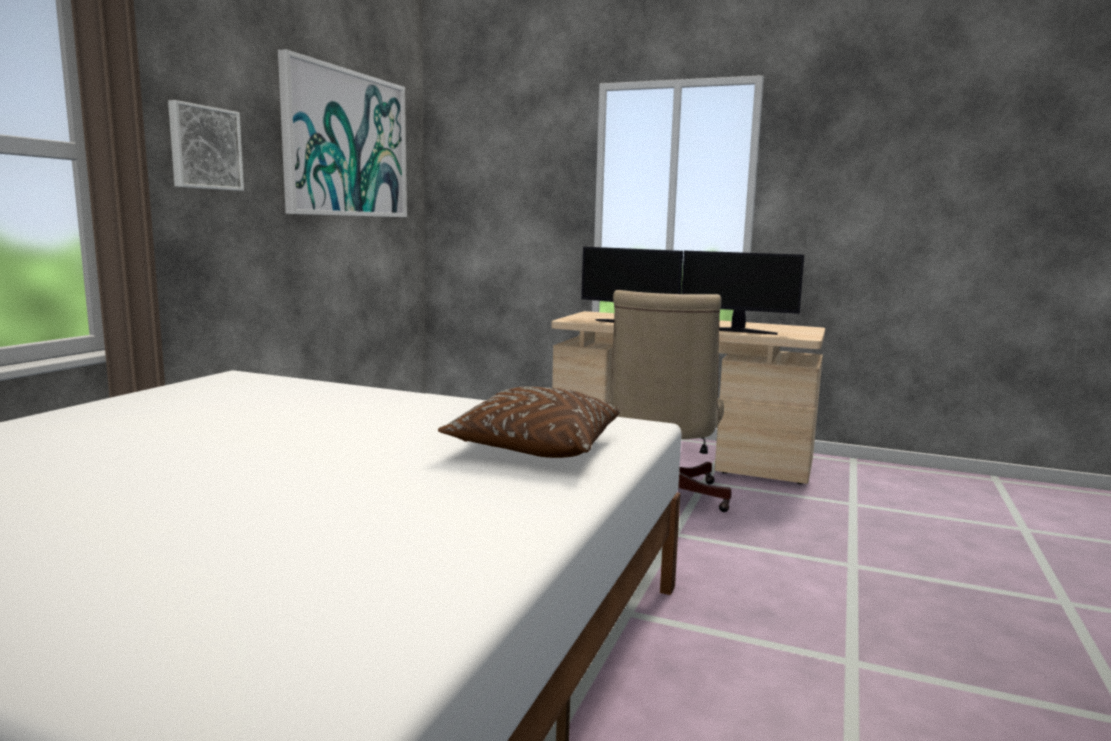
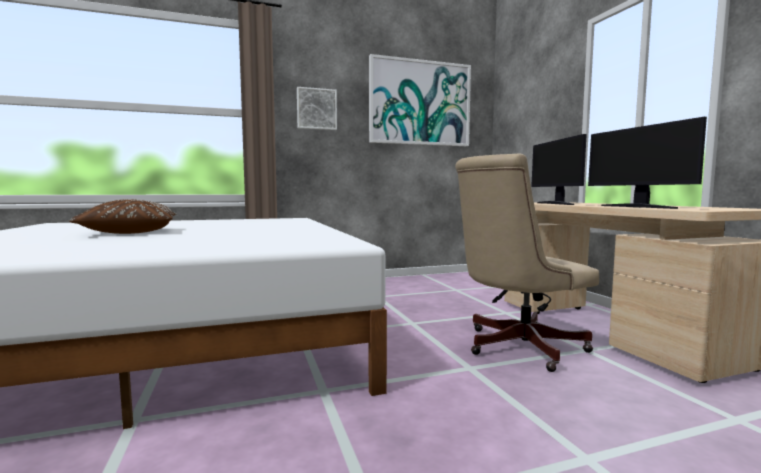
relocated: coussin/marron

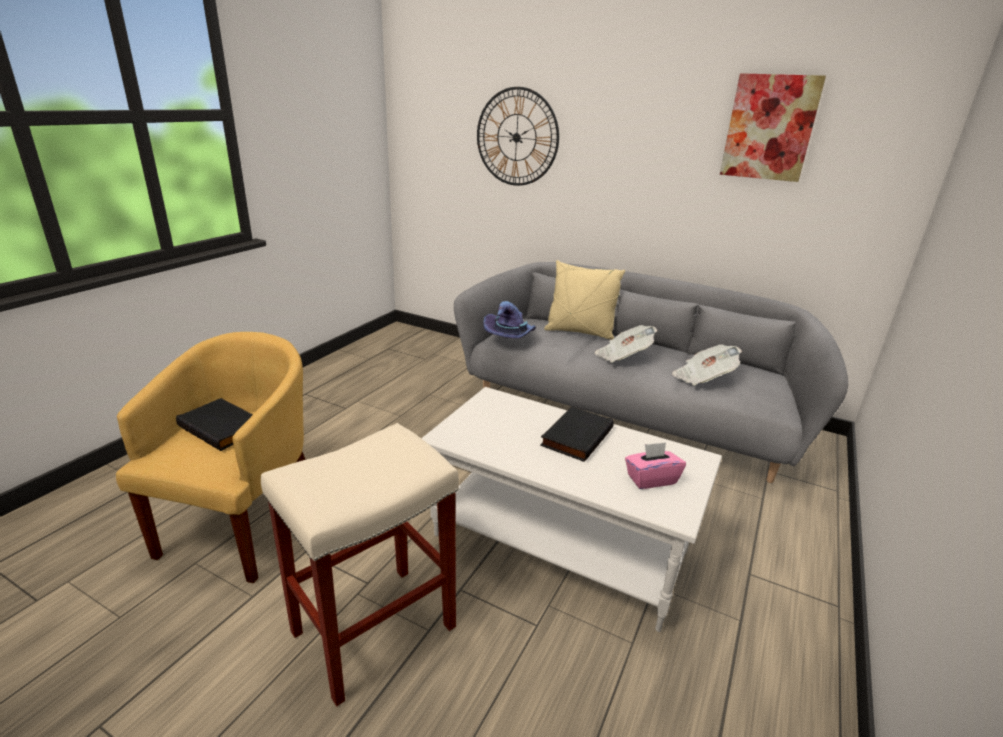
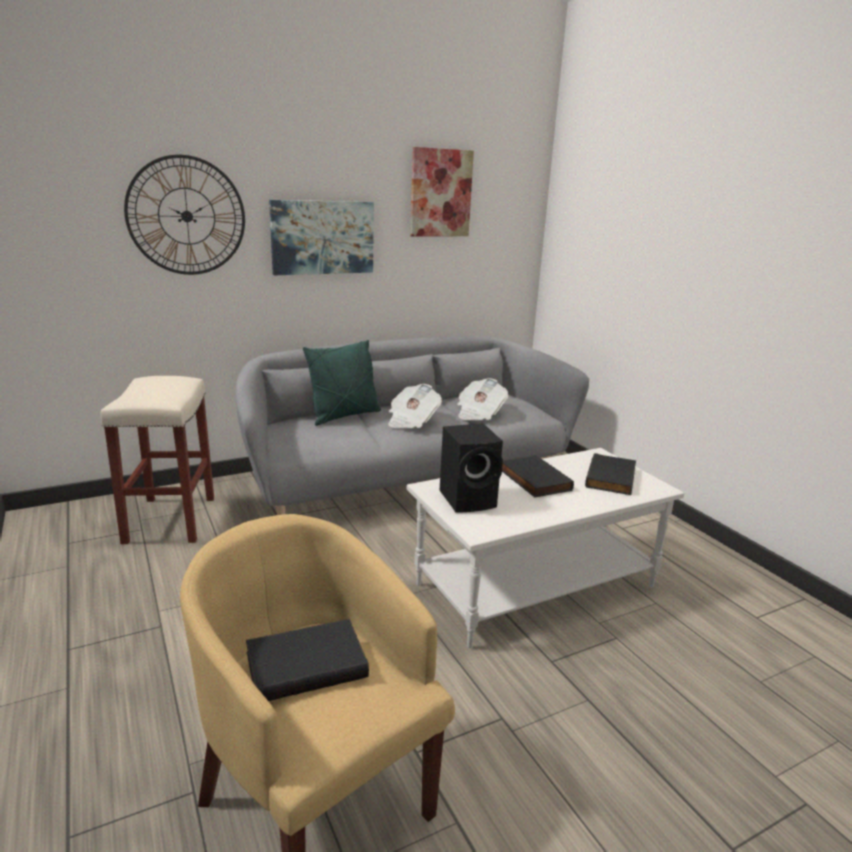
missing: chapeau/violet
appeared: tableau (no. 1 from left); enceinte/noir
relocated: tabouret/beige
exchanged: boîte à mouchoirs/rose to livre/noir (no. 3 from left)
colour: coussin/beige to coussin/vert

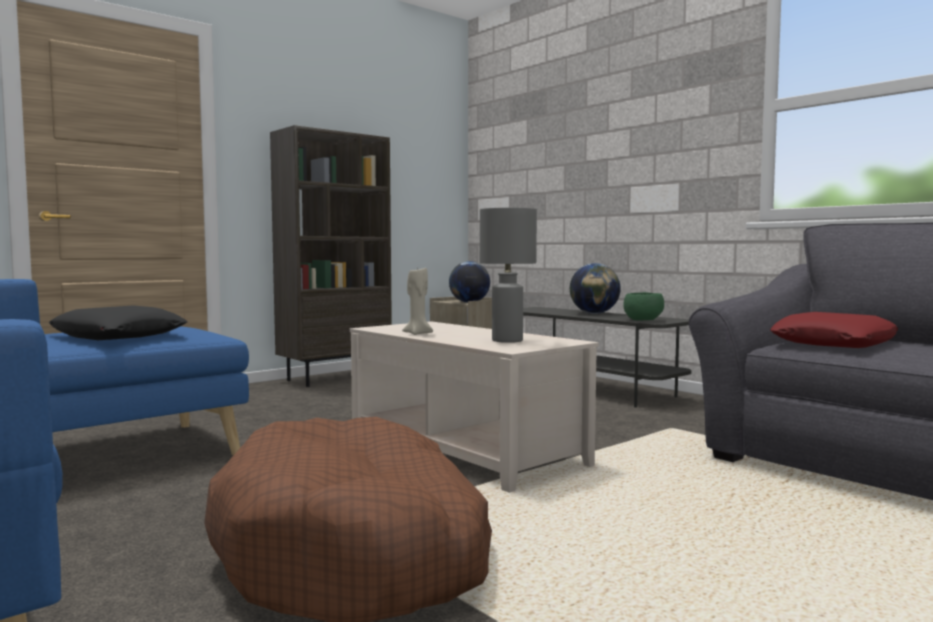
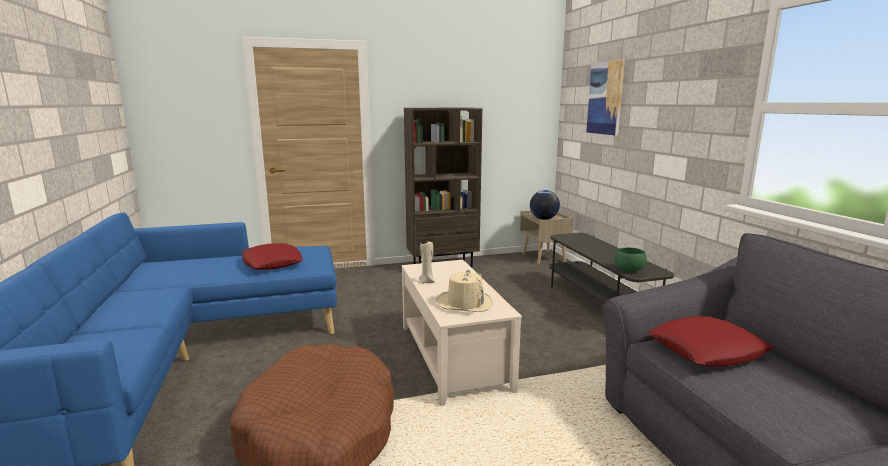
missing: globe (no. 2 from left)
appeared: tableau
exchanged: lampe de table/gris to chapeau/beige
colour: coussin/noir to coussin/rouge (no. 1 from left)

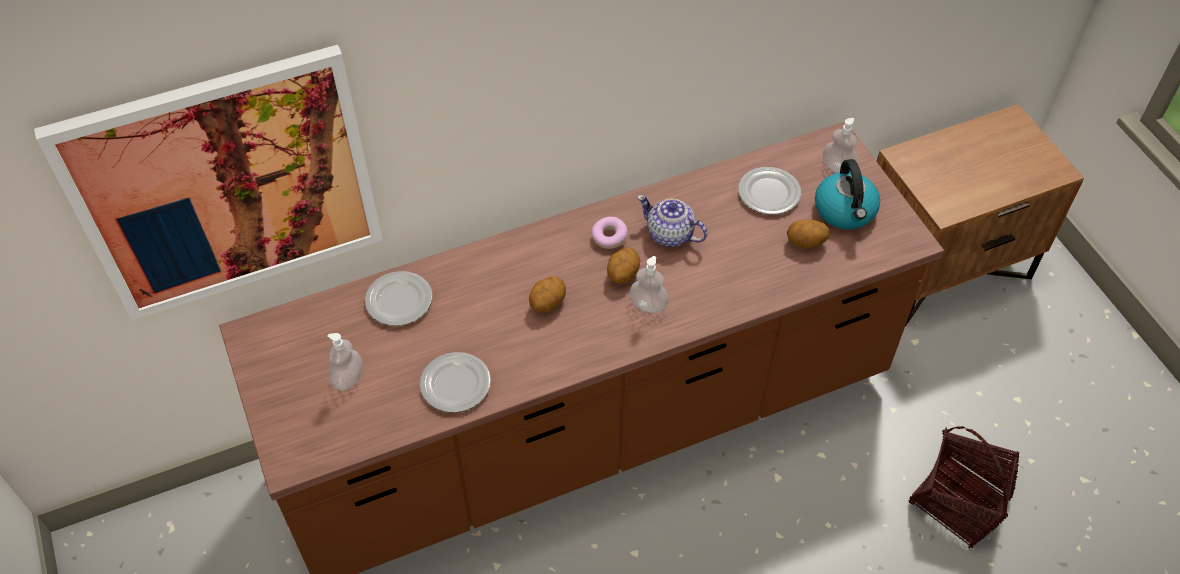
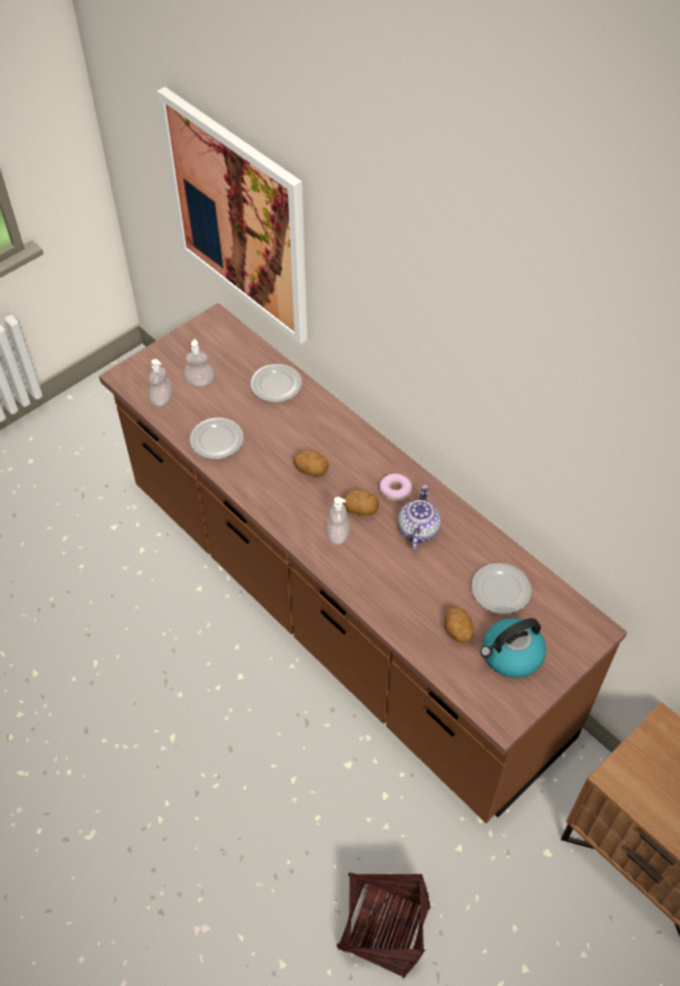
relocated: distributeur de savon (no. 3 from left in the first image) to distributeur de savon (no. 1 from left)

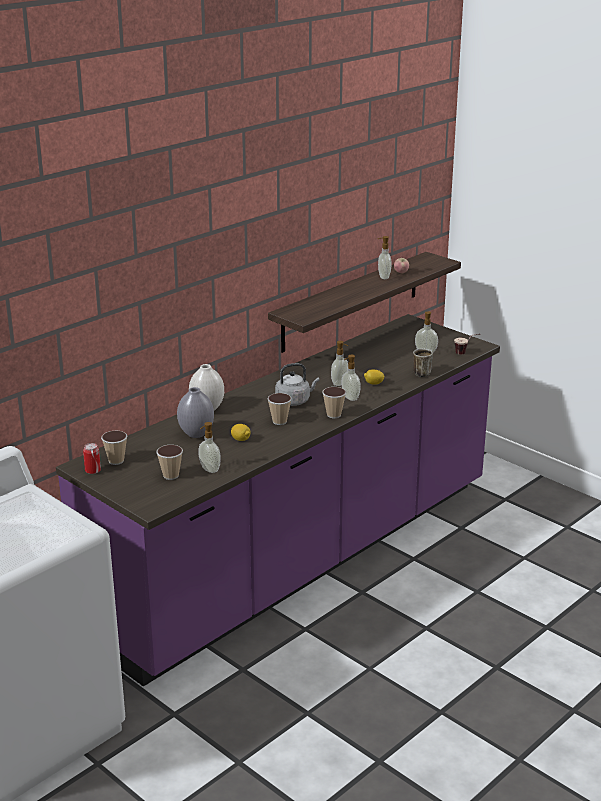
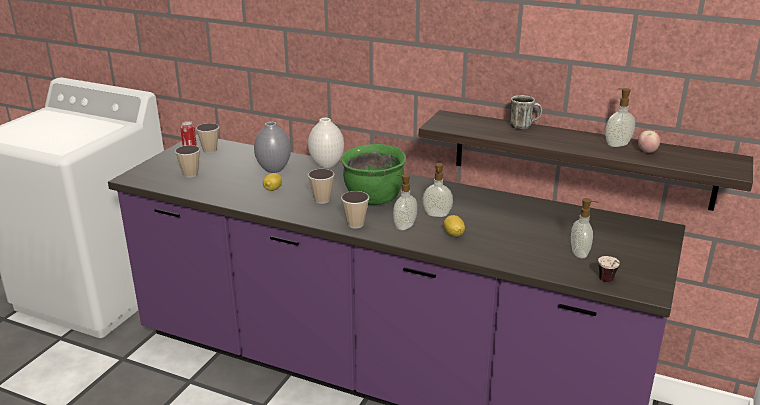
missing: distributeur de savon (no. 1 from left)
relocated: mug
exchanged: bouilloire/gris to marmite/vert

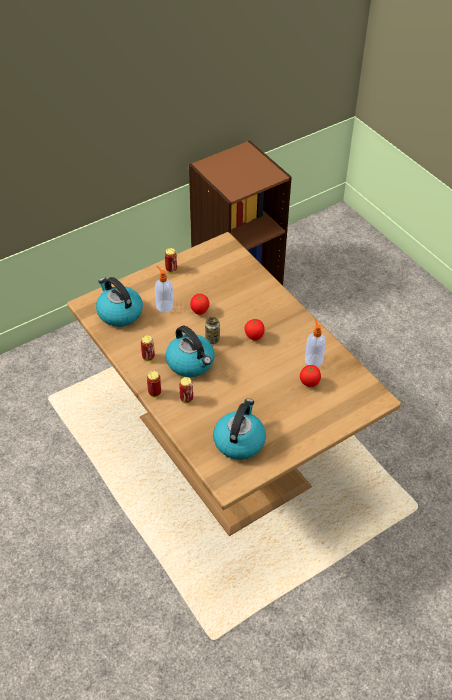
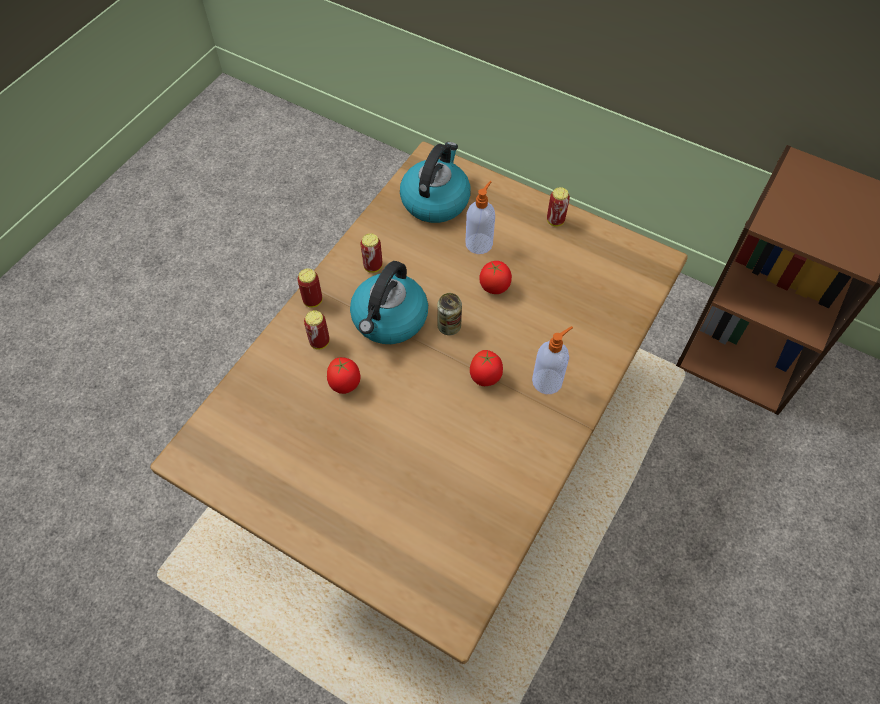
missing: bouilloire (no. 3 from left)
relocated: tomate (no. 3 from left in the first image) to tomate (no. 1 from left); distributeur de savon (no. 2 from left)

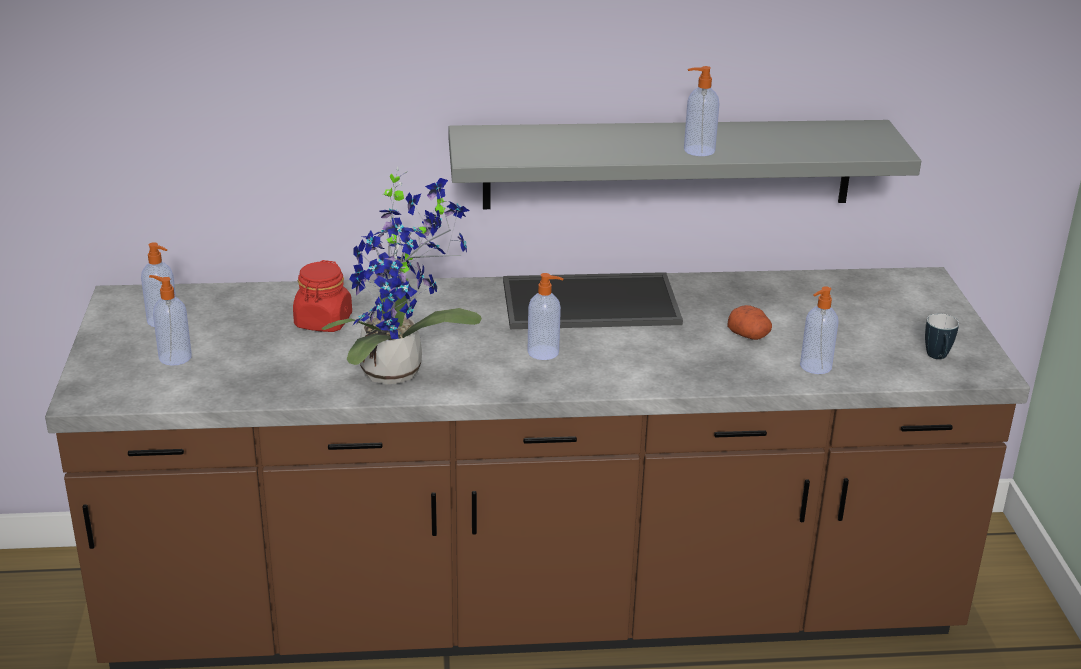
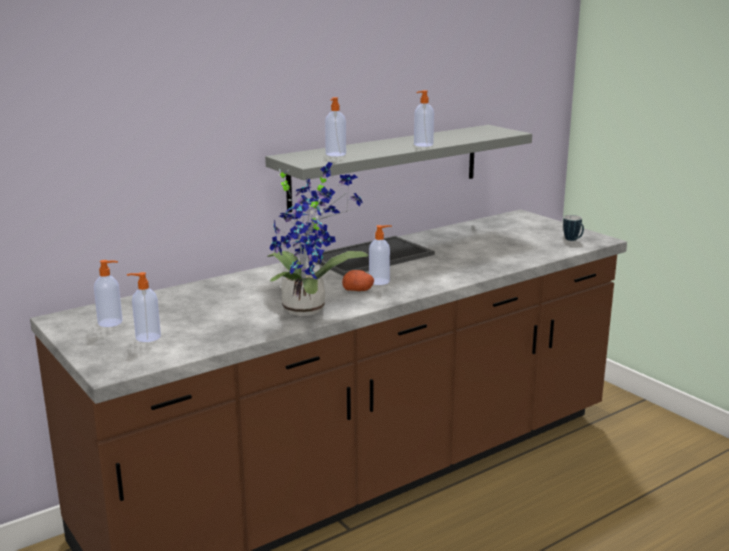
missing: bocal/rouge
relocated: pomme de terre; distributeur de savon (no. 5 from left in the first image) to distributeur de savon (no. 3 from left)

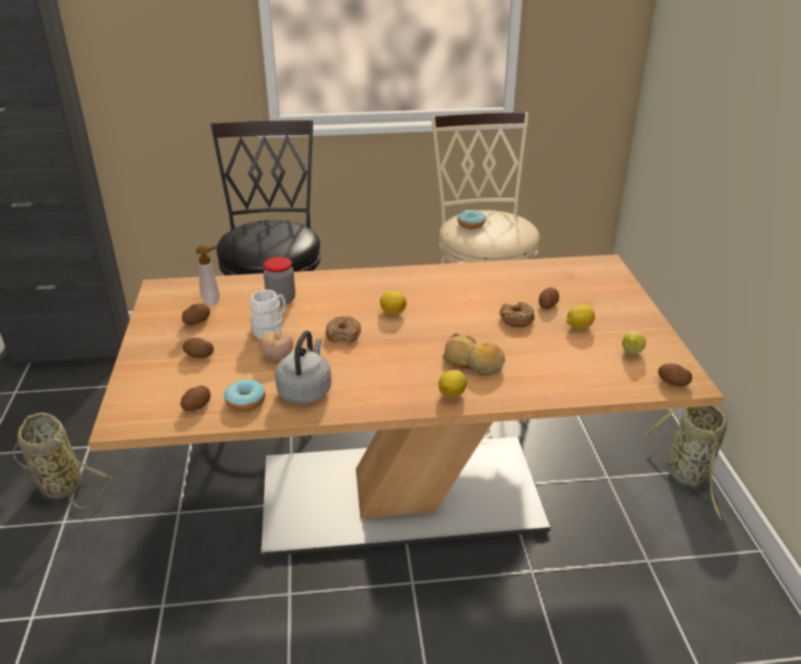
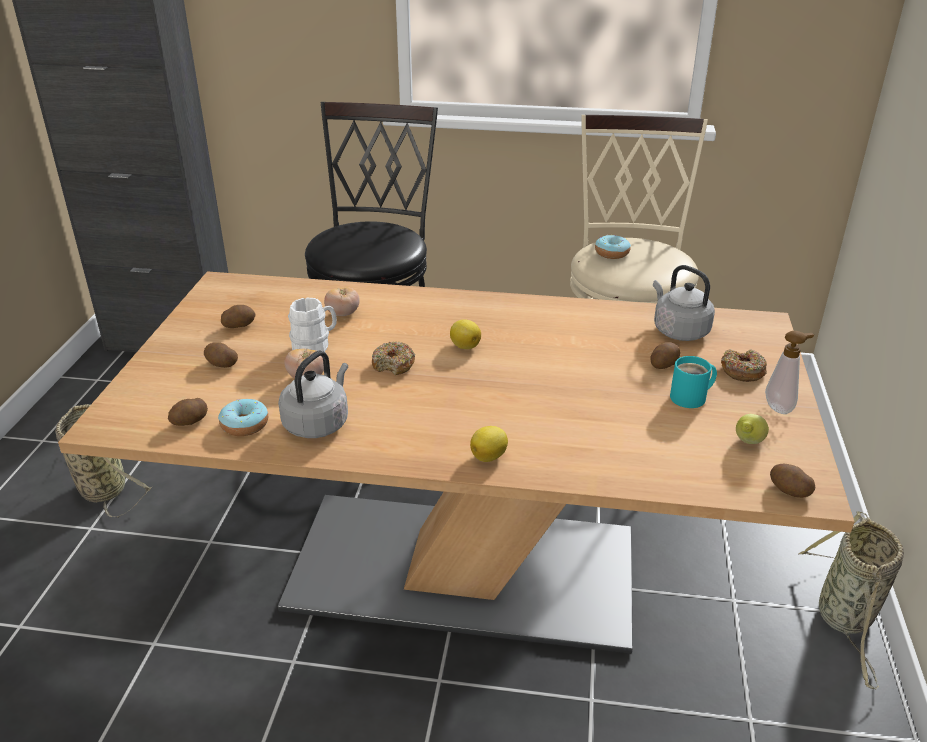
missing: pain
appeared: bouilloire/gris (no. 2 from left)
relocated: distributeur de savon; beignet (no. 4 from left)
exchanged: bocal to tomate (no. 2 from left); citron (no. 3 from left) to mug/turquoise

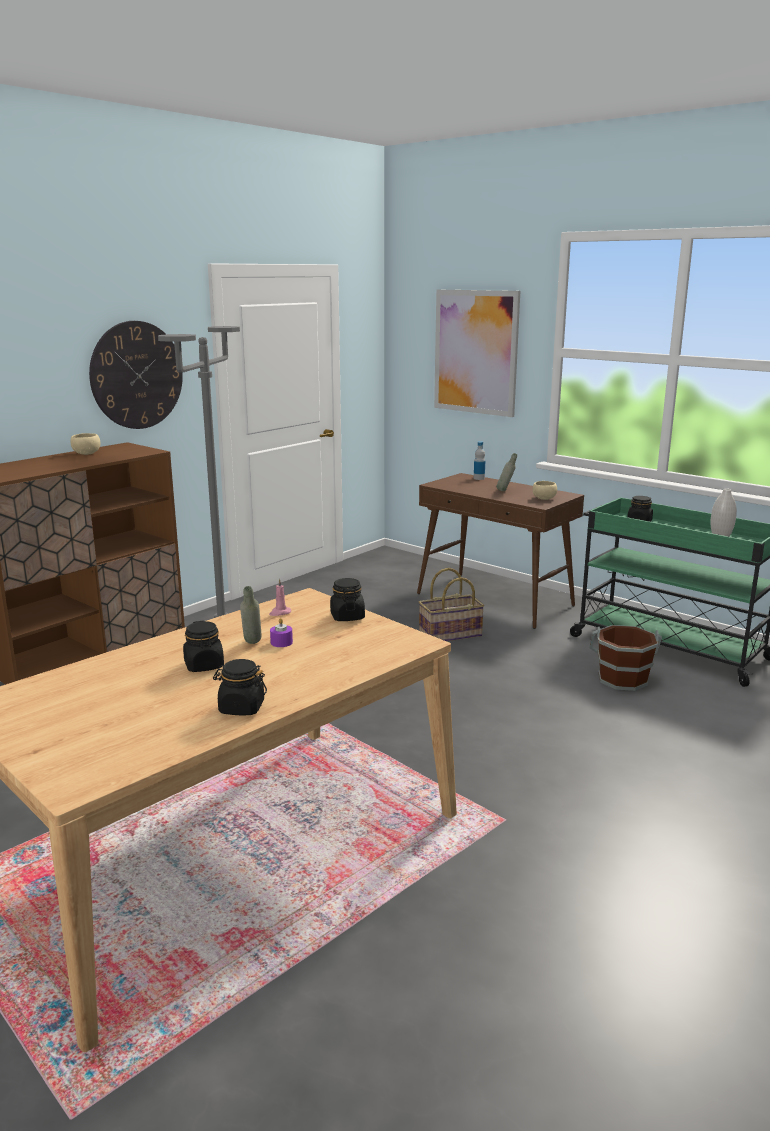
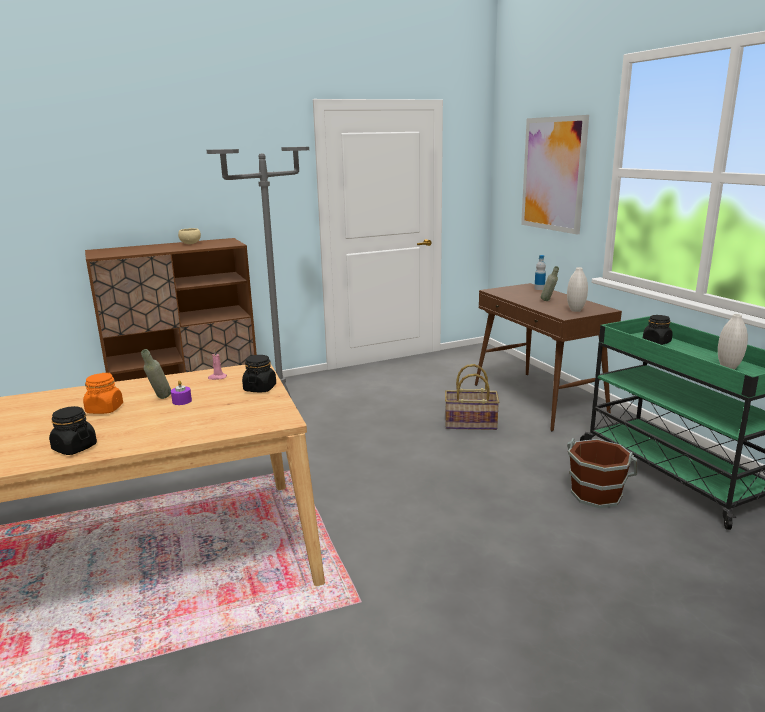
missing: horloge murale
exchanged: bol/beige (no. 2 from left) to vase/blanc (no. 1 from left)
colour: bocal/noir (no. 1 from left) to bocal/orange

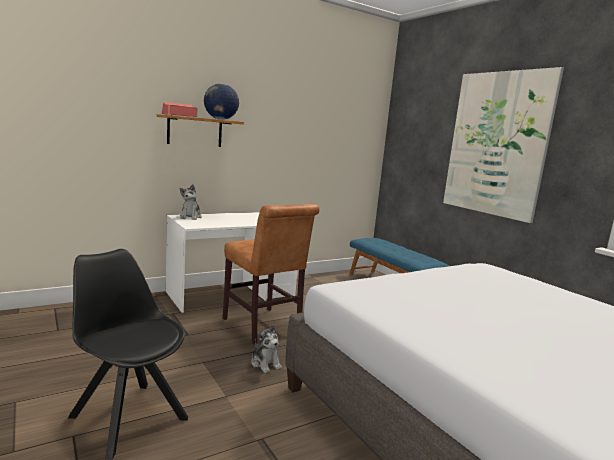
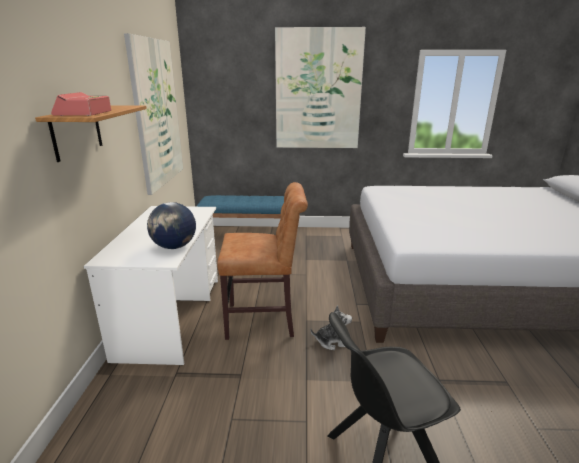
missing: peluche (no. 1 from left)
appeared: tableau (no. 1 from left)
relocated: globe

